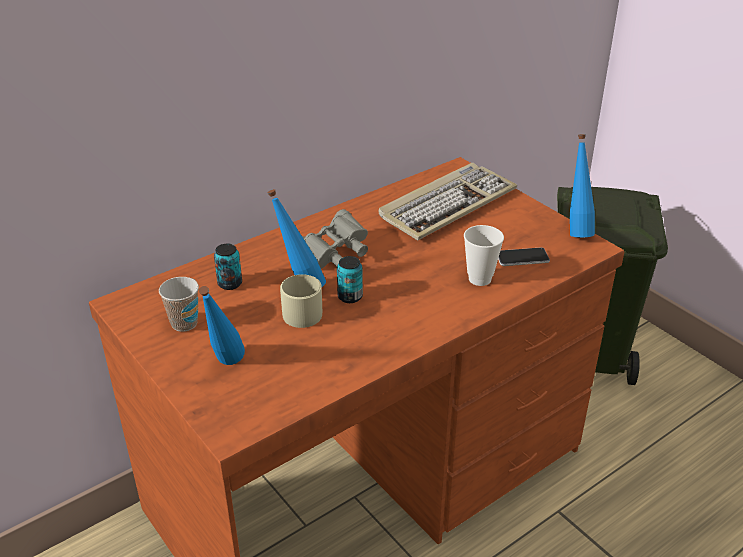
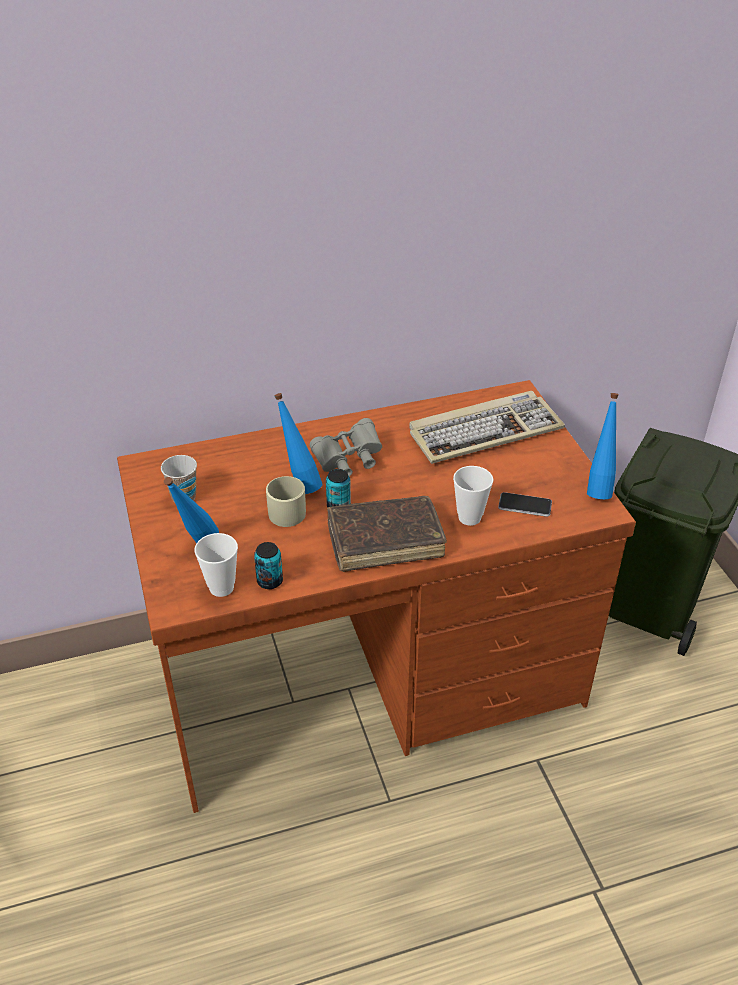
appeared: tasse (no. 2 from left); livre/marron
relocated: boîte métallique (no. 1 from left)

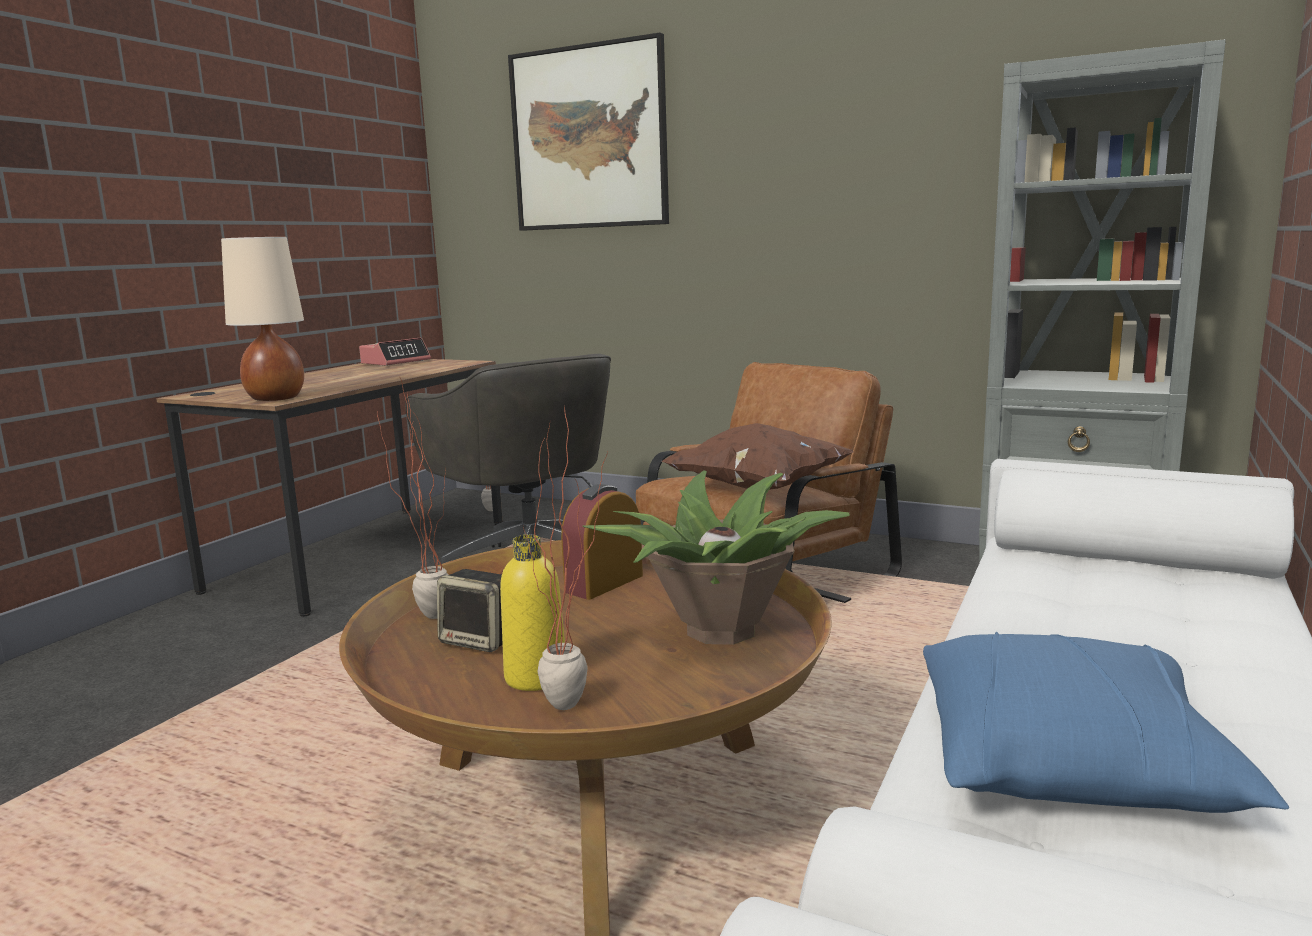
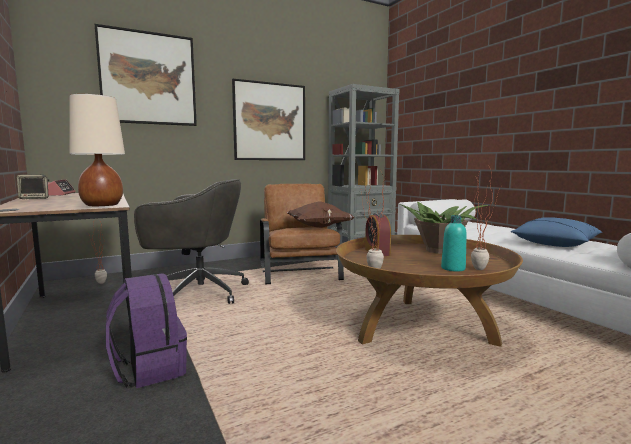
appeared: sac à dos/violet; tableau (no. 2 from left)
relocated: enceinte
colour: bouteille/jaune to bouteille/turquoise

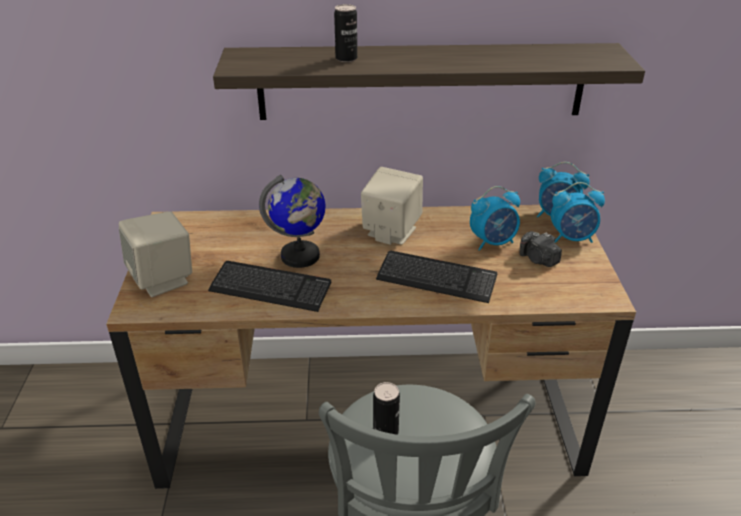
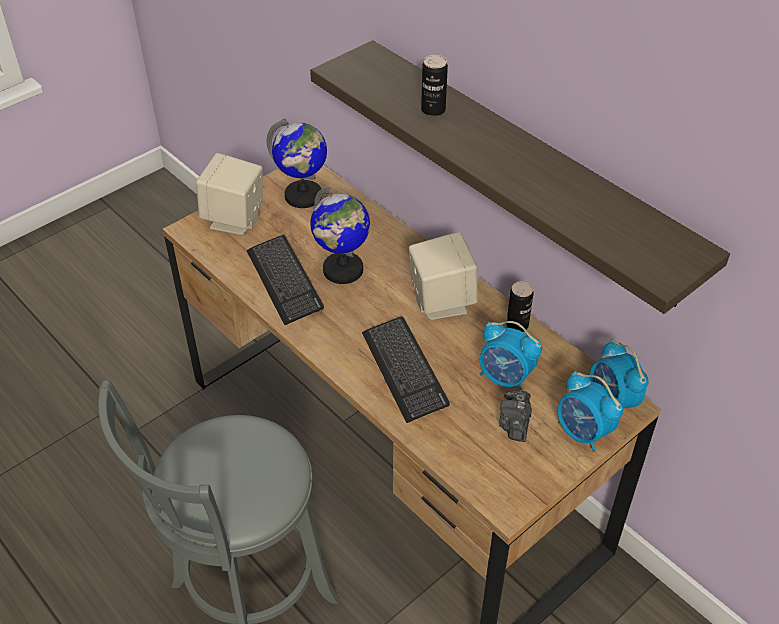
appeared: globe (no. 1 from left)
relocated: boîte métallique (no. 2 from left)

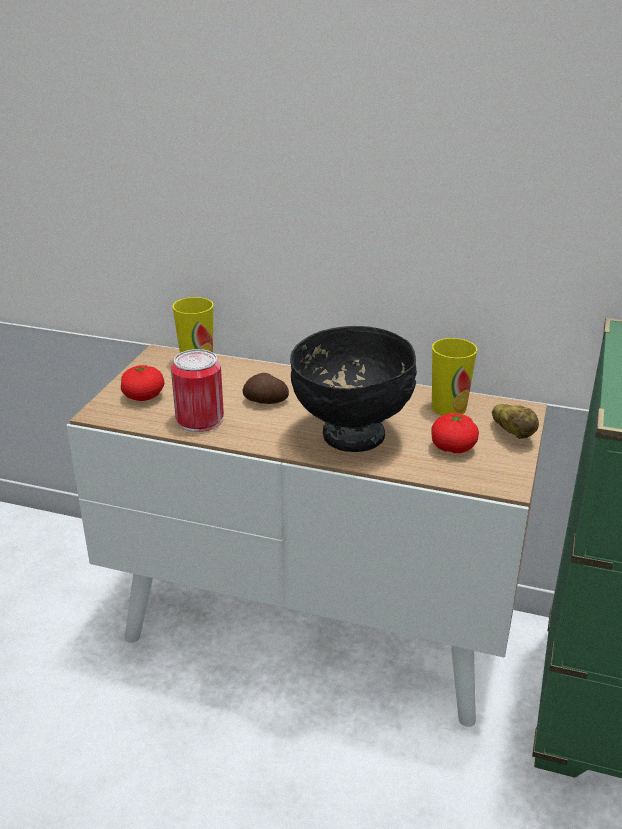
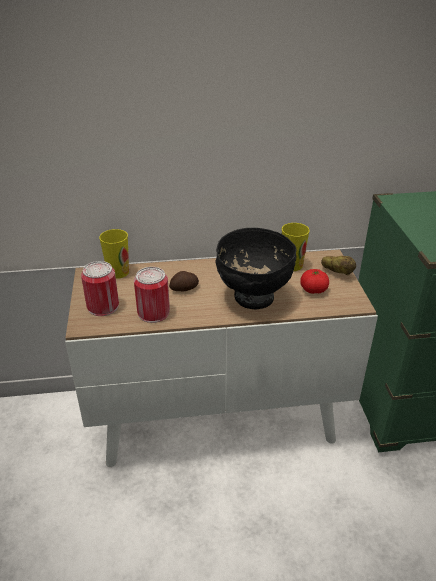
exchanged: tomate (no. 1 from left) to boîte métallique (no. 1 from left)

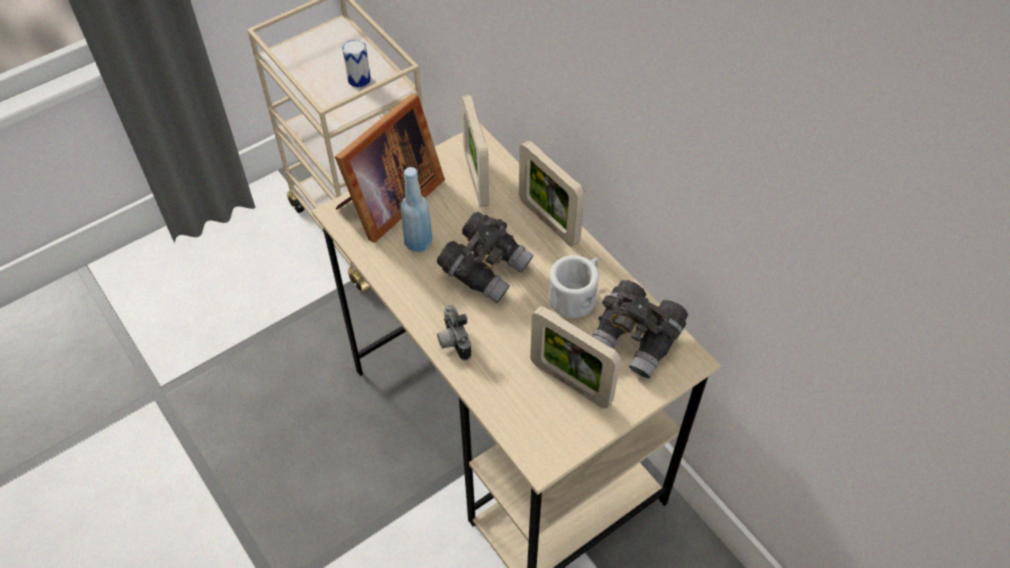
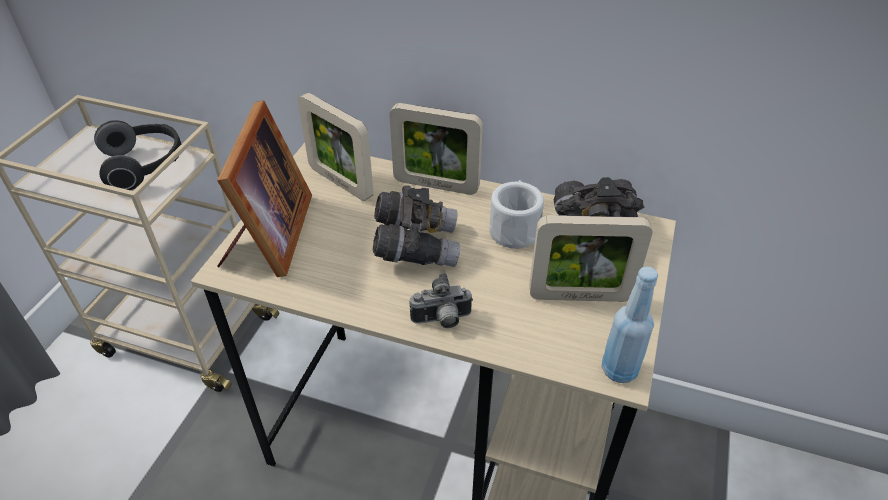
relocated: bouteille/bleu
exchanged: boîte métallique to casque audio
spun: appareil photo 45 degrees counterclockwise

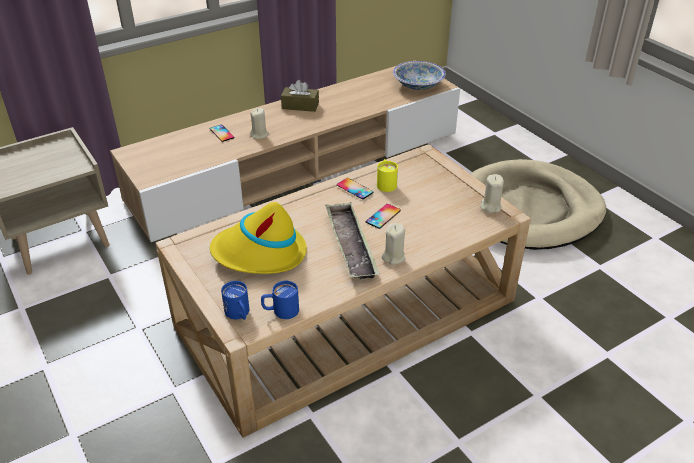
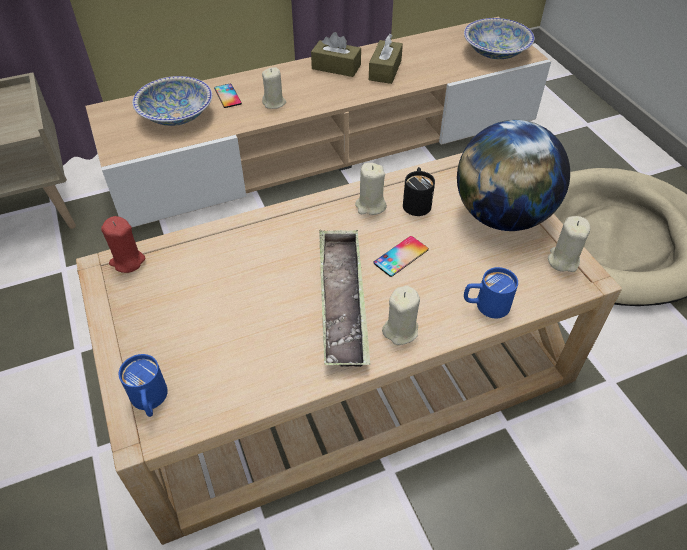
missing: chapeau/jaune
appeared: bougie/rouge; bol (no. 1 from left); boîte à mouchoirs/marron (no. 2 from left); globe
relocated: mug/bleu (no. 2 from left)
exchanged: téléphone (no. 2 from left) to bougie/beige (no. 2 from left)
colour: mug/jaune to mug/noir

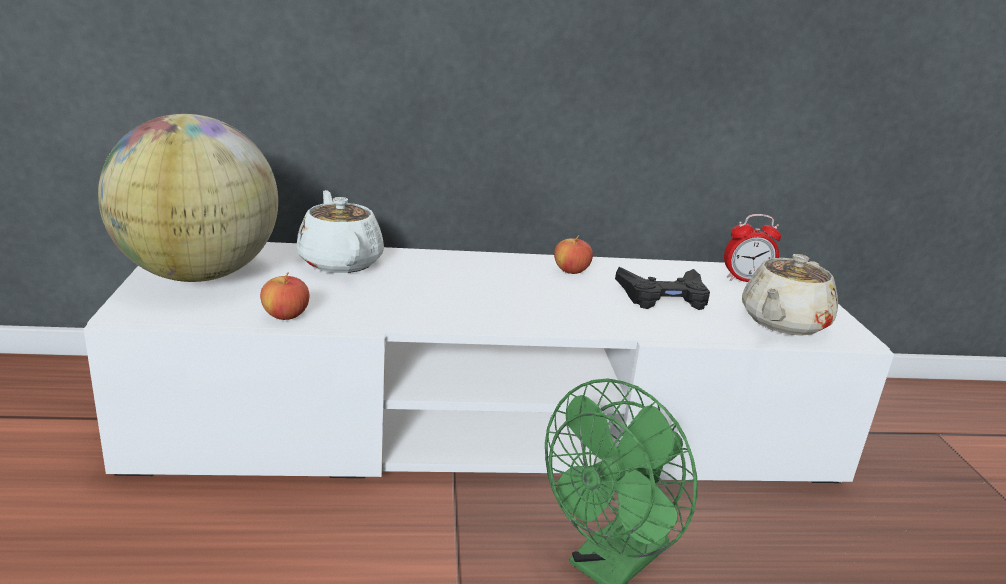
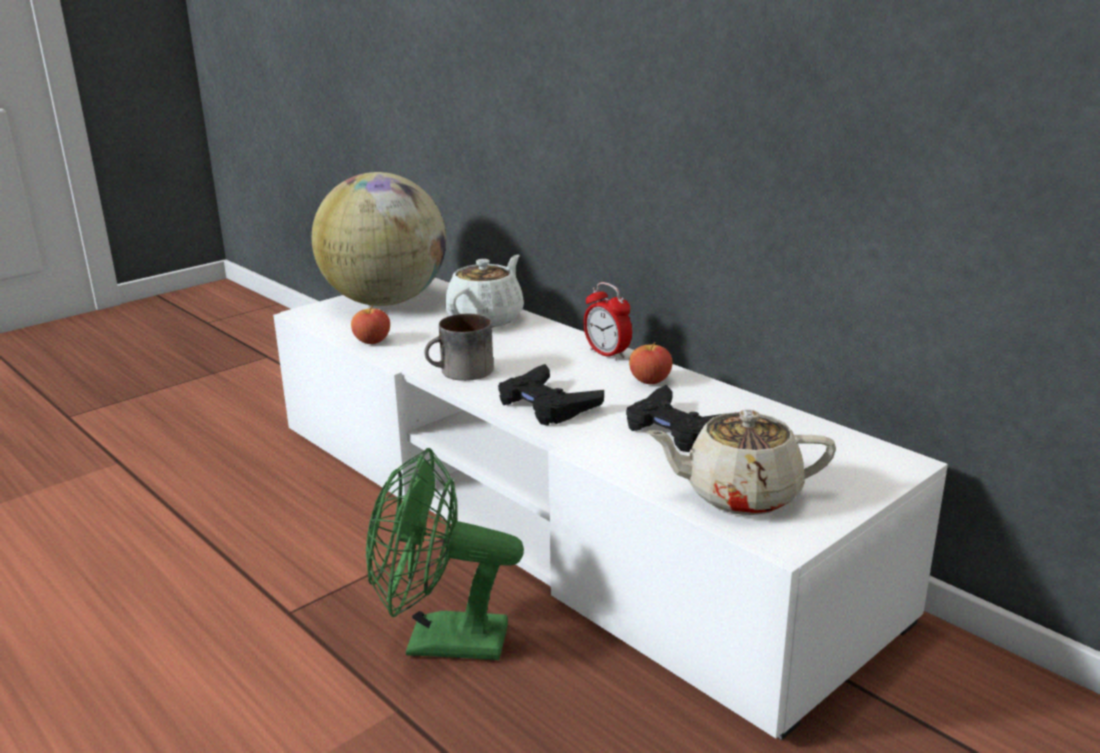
appeared: mug; manette/noir (no. 1 from left)
relocated: réveil

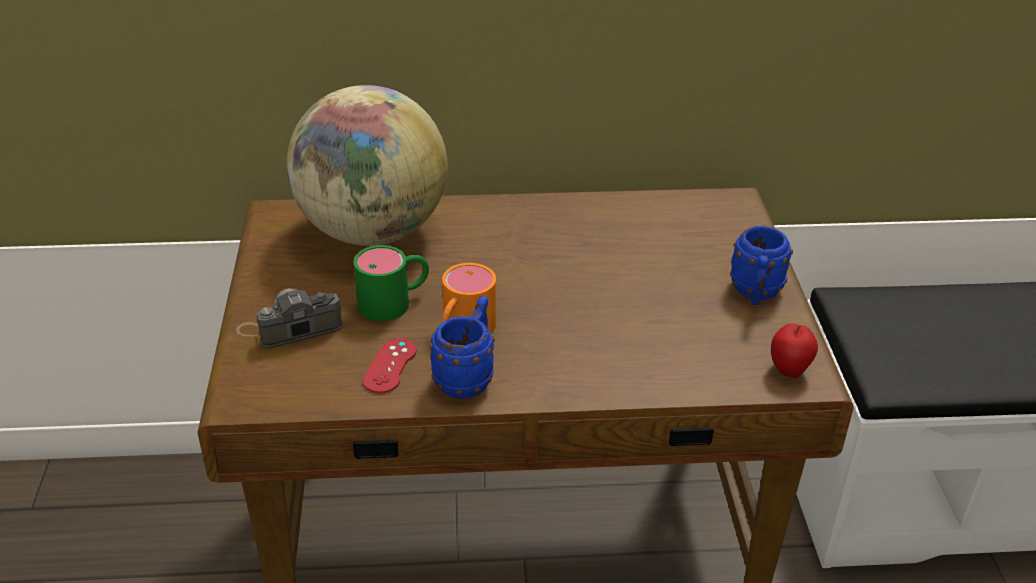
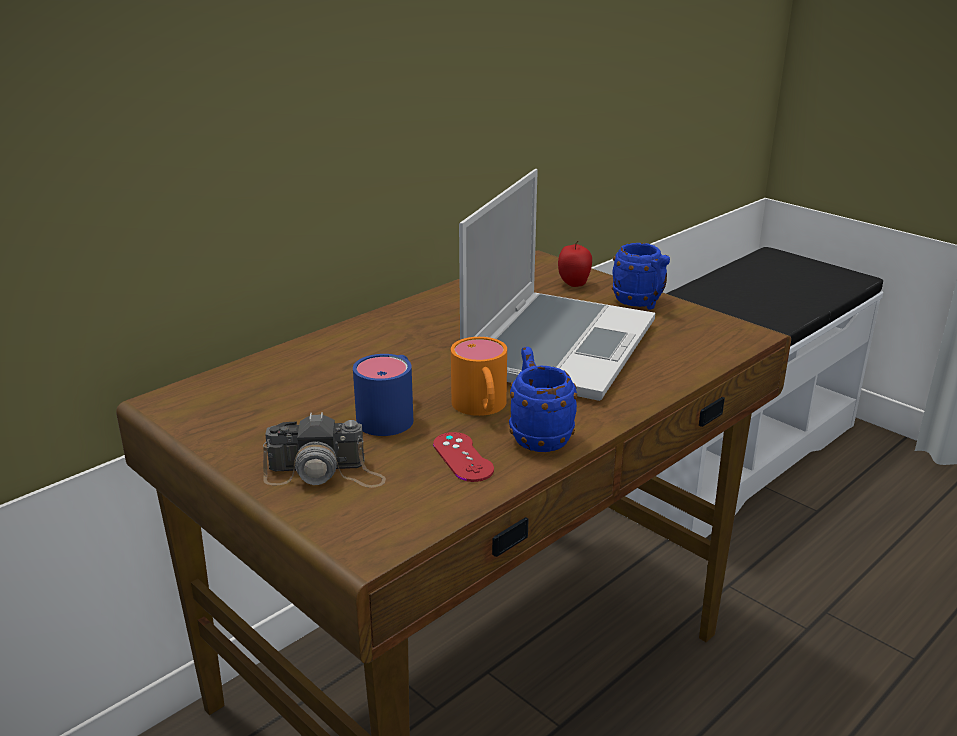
missing: globe
appeared: ordinateur portable
relocated: pomme
colour: mug/vert to mug/bleu (no. 1 from left)
spun: appareil photo 120 degrees counterclockwise

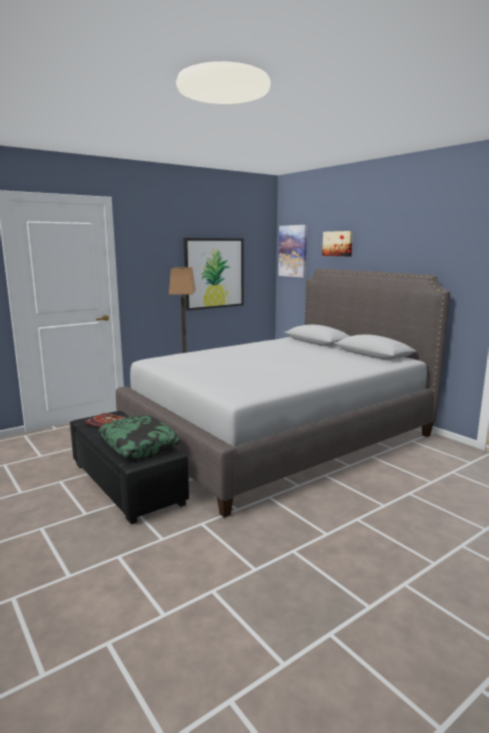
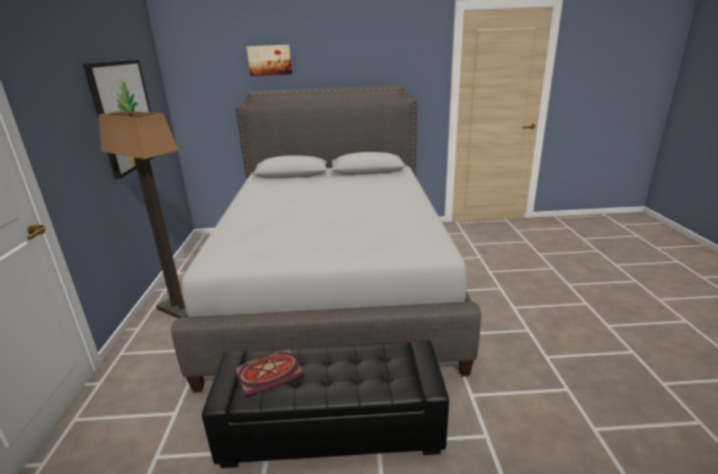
missing: coussin; tableau (no. 2 from left)

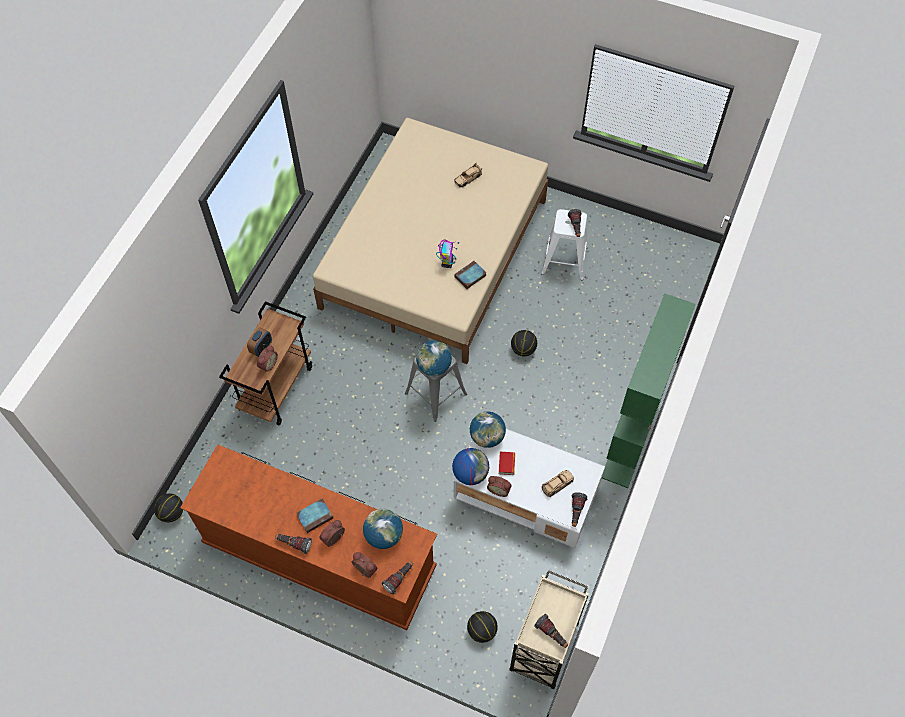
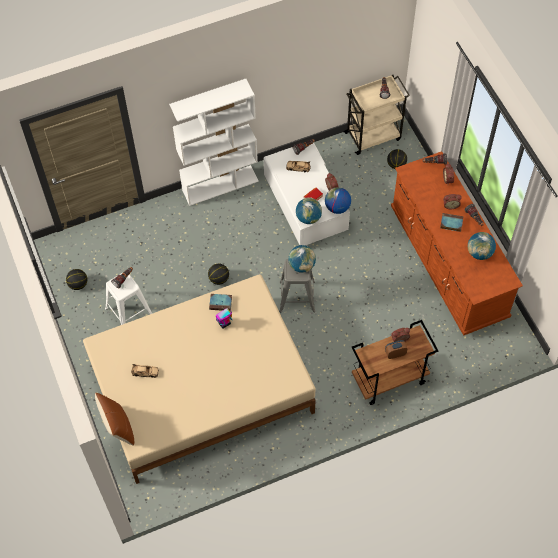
appeared: coussin/marron
relocated: ballon de basket (no. 1 from left); globe (no. 1 from left in the first image) to globe (no. 4 from left)
colour: bibliothèque/vert to bibliothèque/blanc

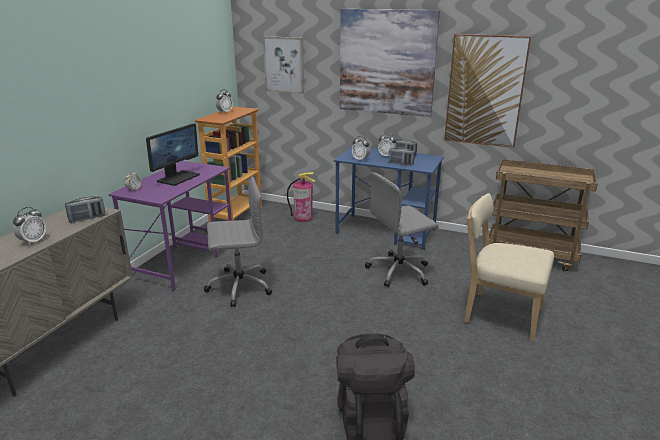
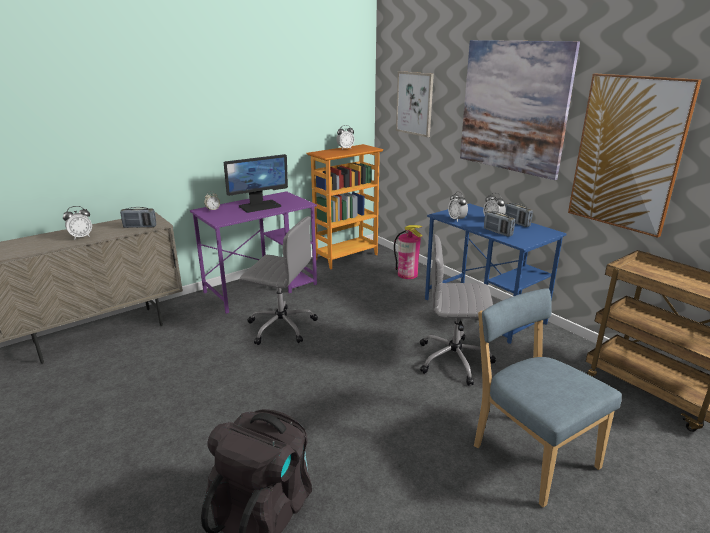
colour: chaise/beige to chaise/bleu

